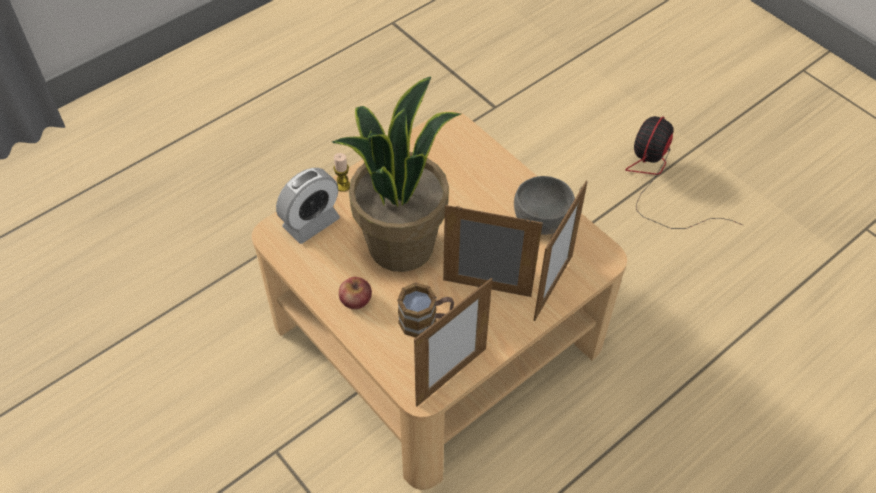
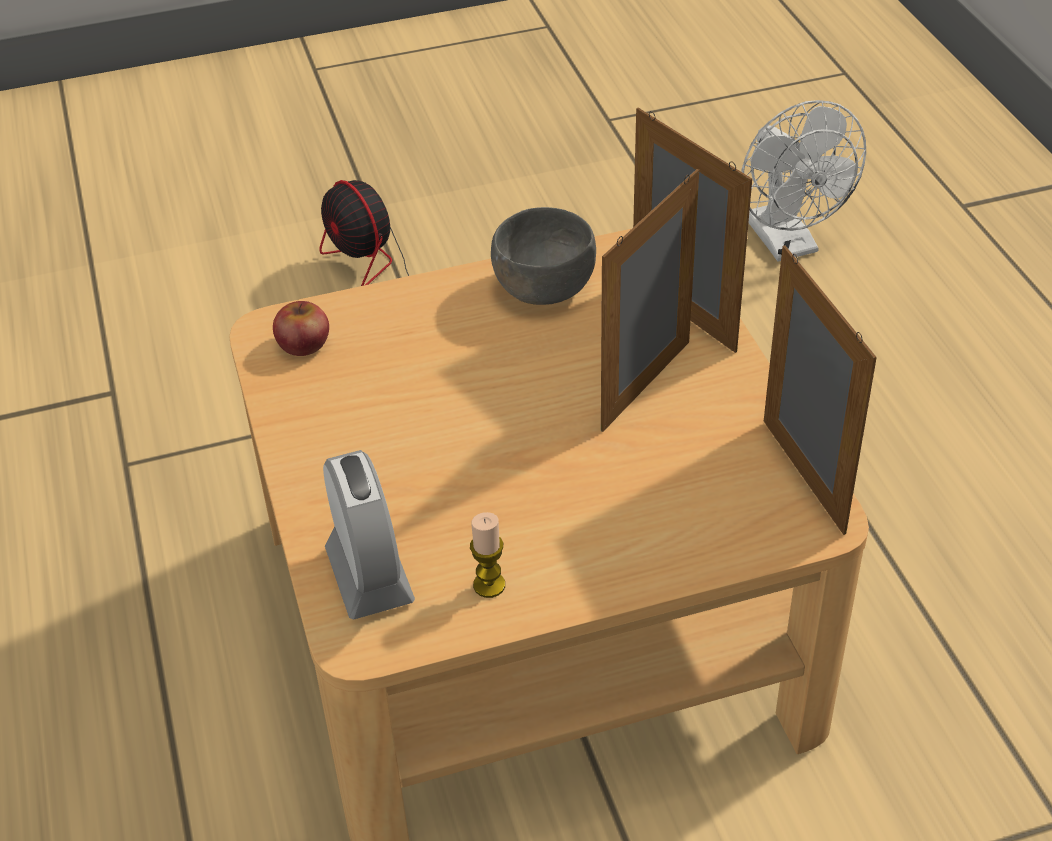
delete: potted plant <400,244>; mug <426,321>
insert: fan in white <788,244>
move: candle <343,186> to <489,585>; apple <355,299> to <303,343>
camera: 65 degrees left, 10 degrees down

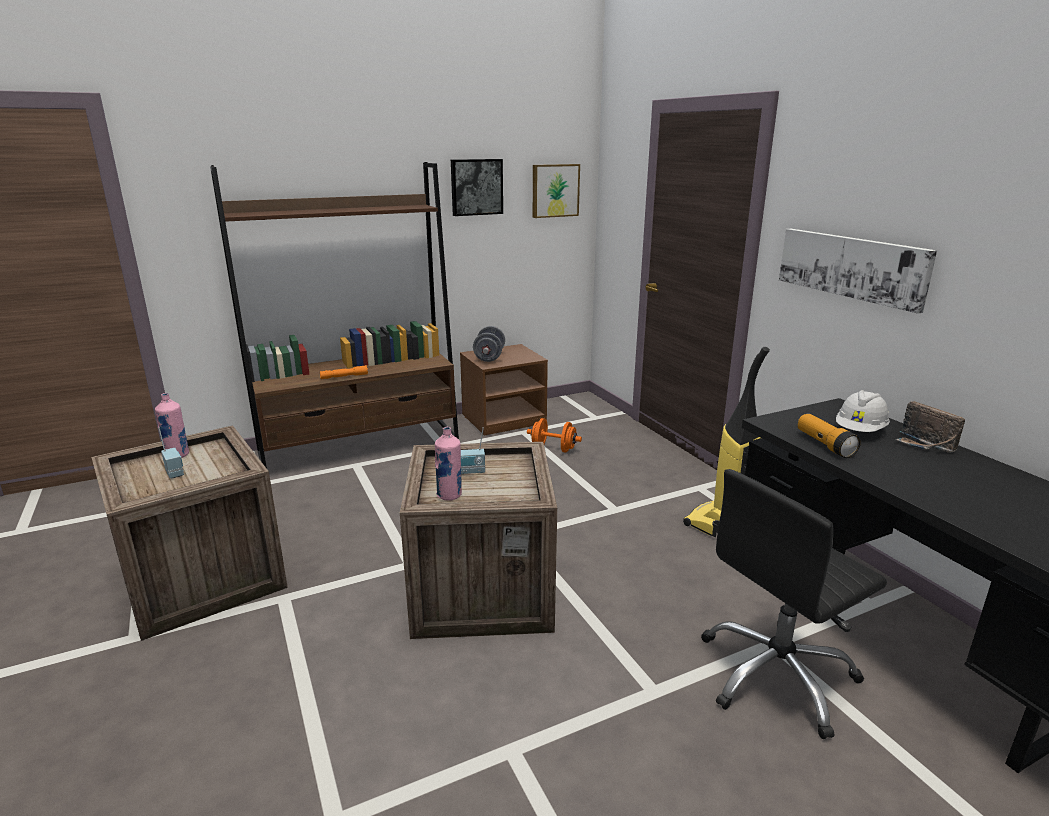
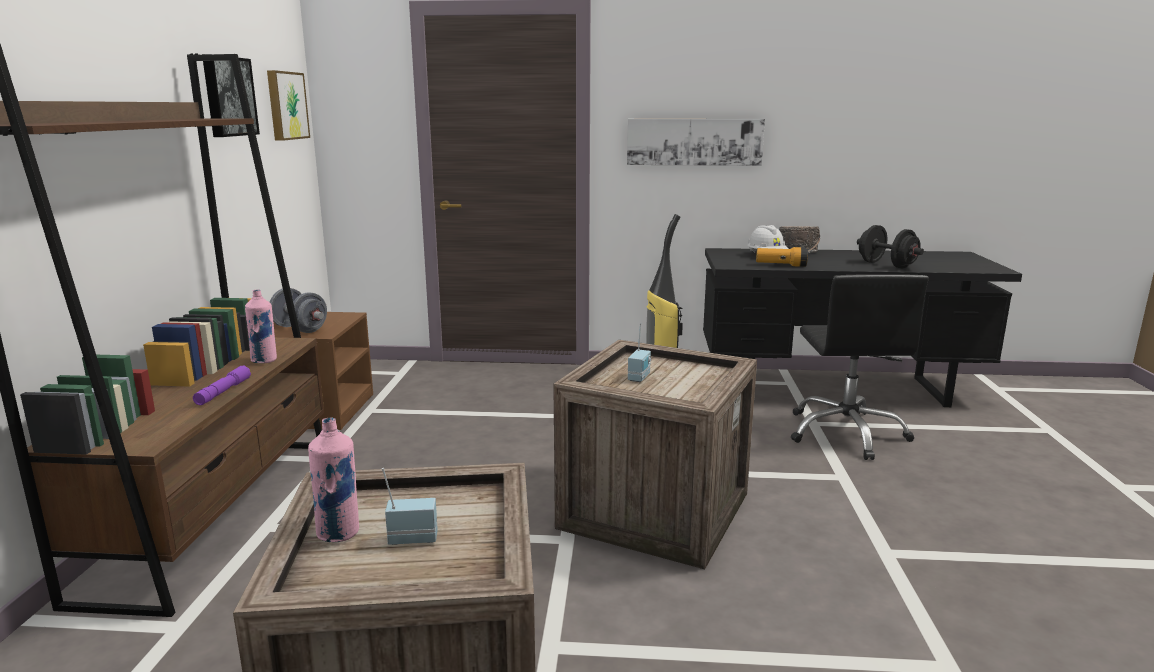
delete: dumbbell in orange <553,448>
insert: dumbbell in black <886,265>
move: bottle in pink <449,495> to <264,360>
recolor: flashlight in orange <344,376> to flashlight in purple <223,392>
camera: 60 degrees left, 5 degrees down

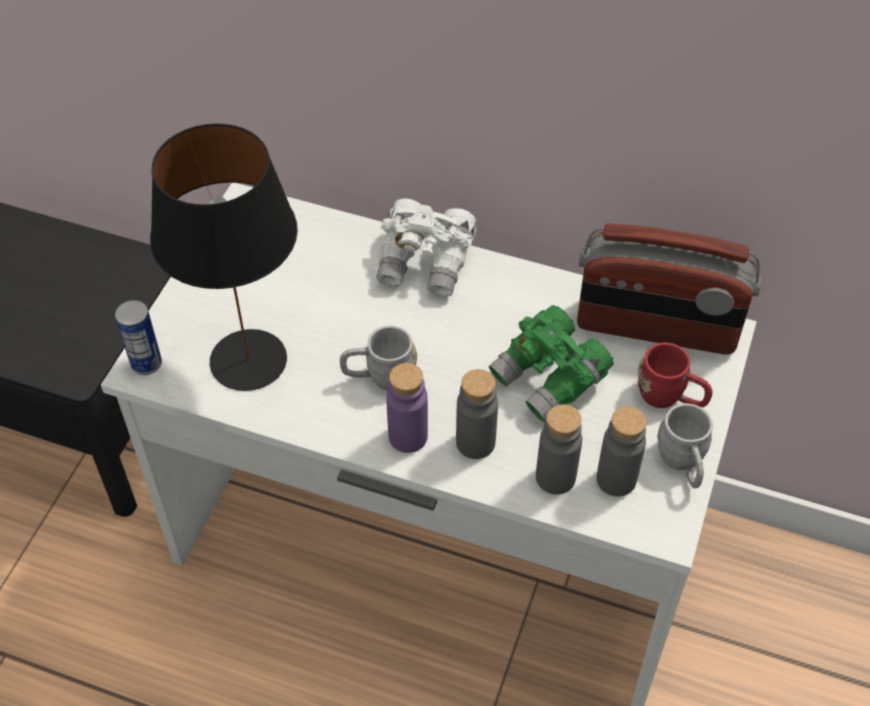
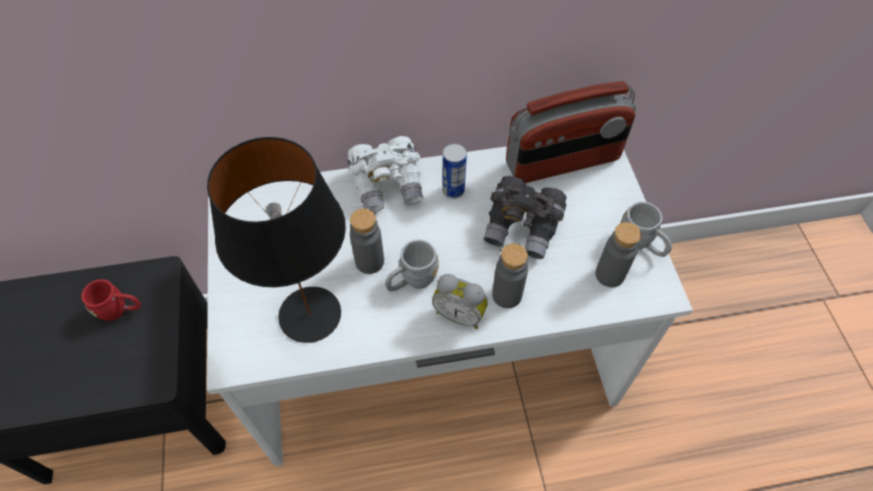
move: can <146,364> to <453,190>; bottle in grey <555,477> to <369,261>; mug in red <670,398> to <120,310>
replace: bottle in purple <408,436> to alarm clock <460,314>
recolor: binoculars in green <550,379> to binoculars in grey <523,227>
camera: 30 degrees left, 5 degrees up

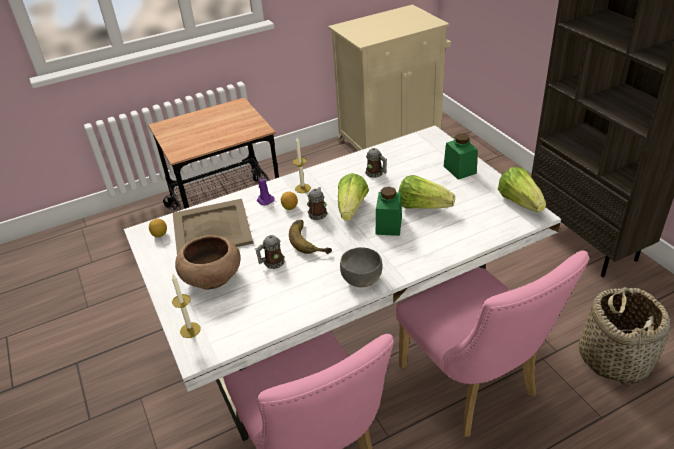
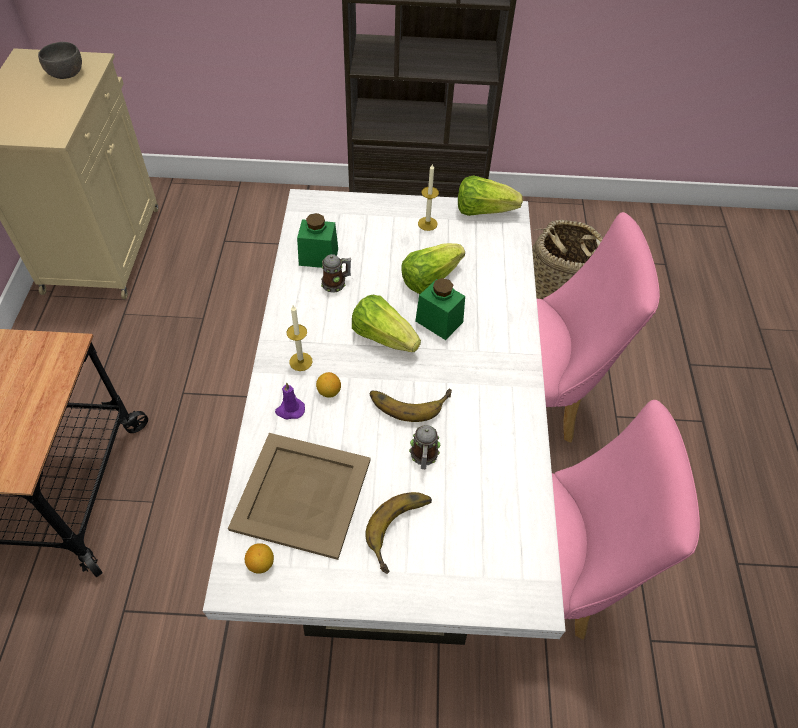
delete: mug <318,213>
move: candle <190,330> to <427,223>; bowl in grey <361,278> to <65,73>; jar in green <459,169> to <318,257>
replace: bowl in brown <212,277> to banana <404,532>
camera: 65 degrees left, 15 degrees up

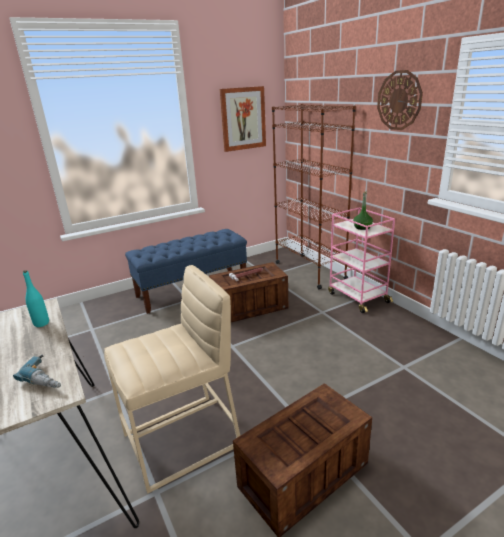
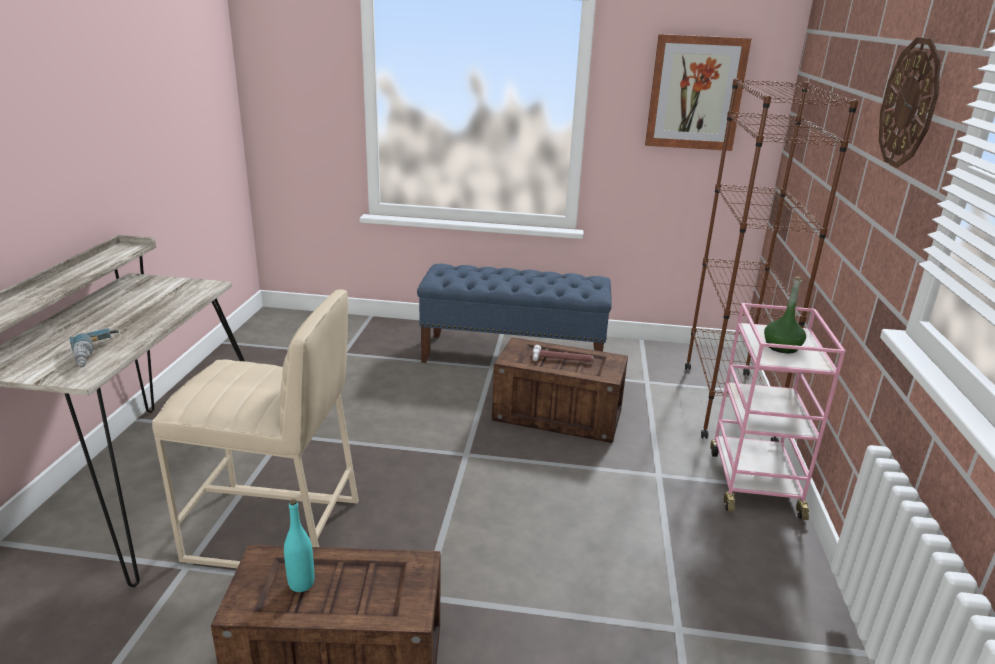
move: bottle in turquoise <41,323> to <301,583>
camera: 35 degrees right, 0 degrees up

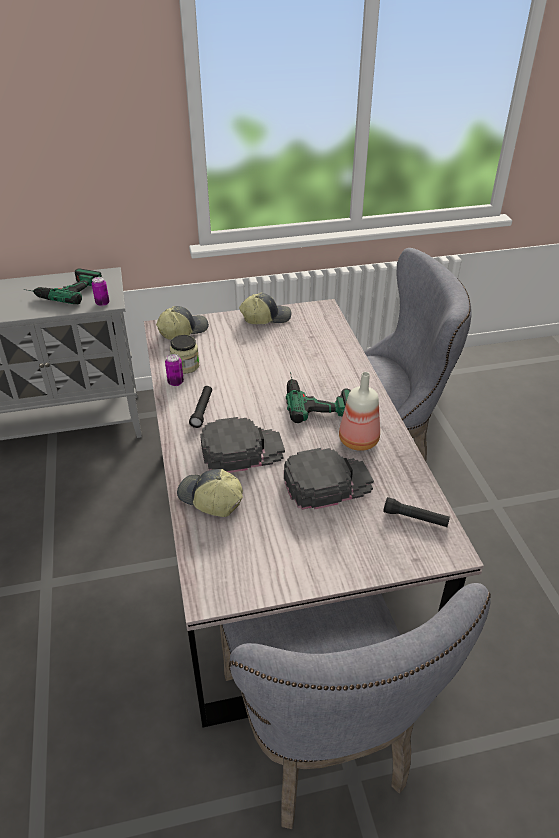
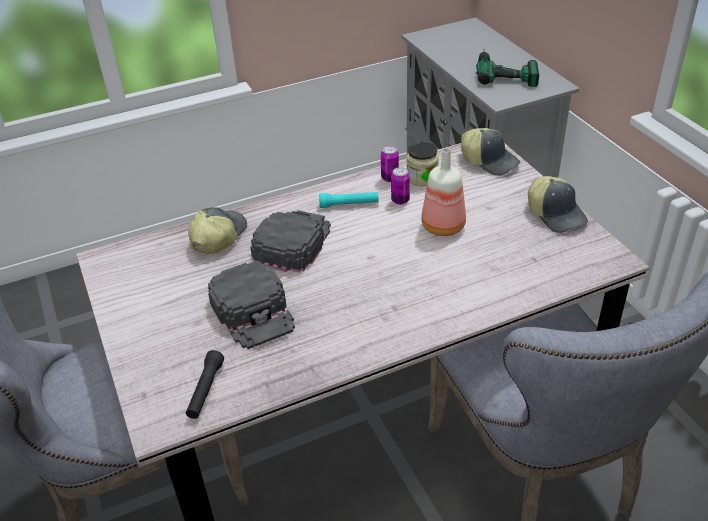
delete: power drill <317,399>
move: can <102,303> to <400,200>; bottle <357,440> to <443,226>
recolor: flashlight in black <202,410> to flashlight in turquoise <349,204>
rotate: cap in black <242,450> = <292,242> 135 degrees counterclockwise
camera: 80 degrees right, 0 degrees up

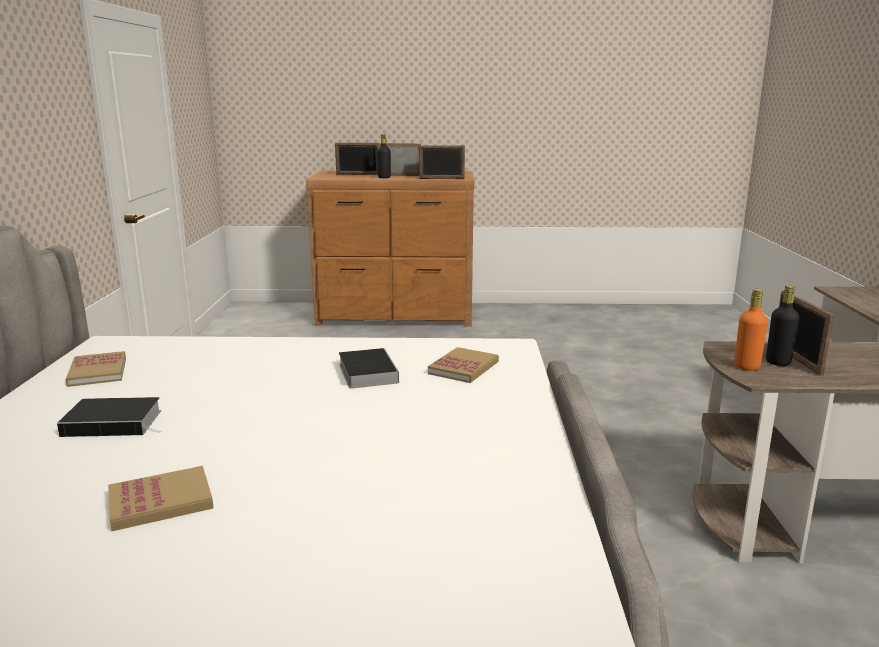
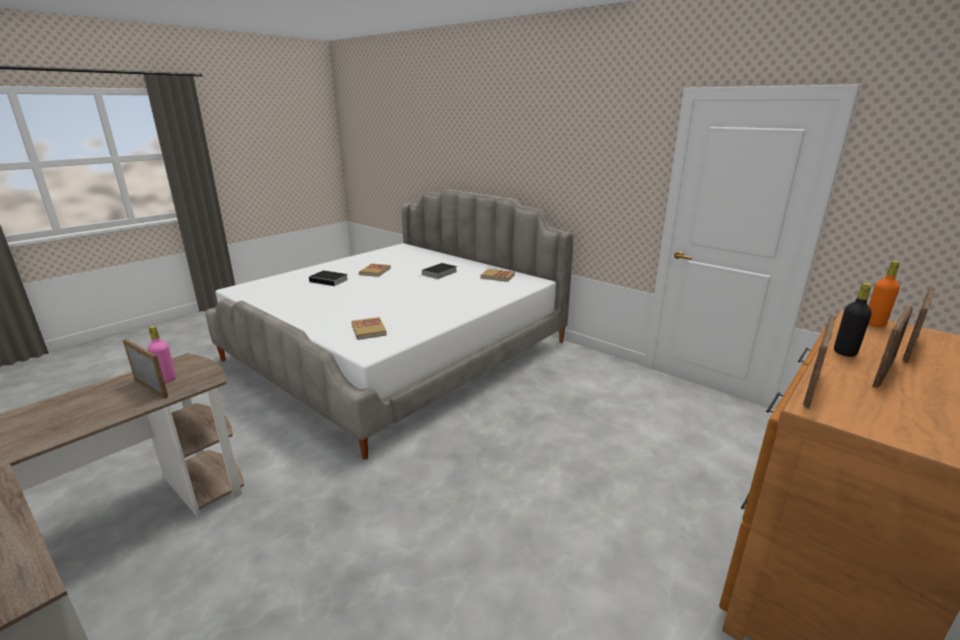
move: book <367,372> to <330,280>; bottle in orange <746,367> to <874,324>
recolor: bottle in black <778,362> to bottle in pink <166,379>
camera: 130 degrees right, 5 degrees up

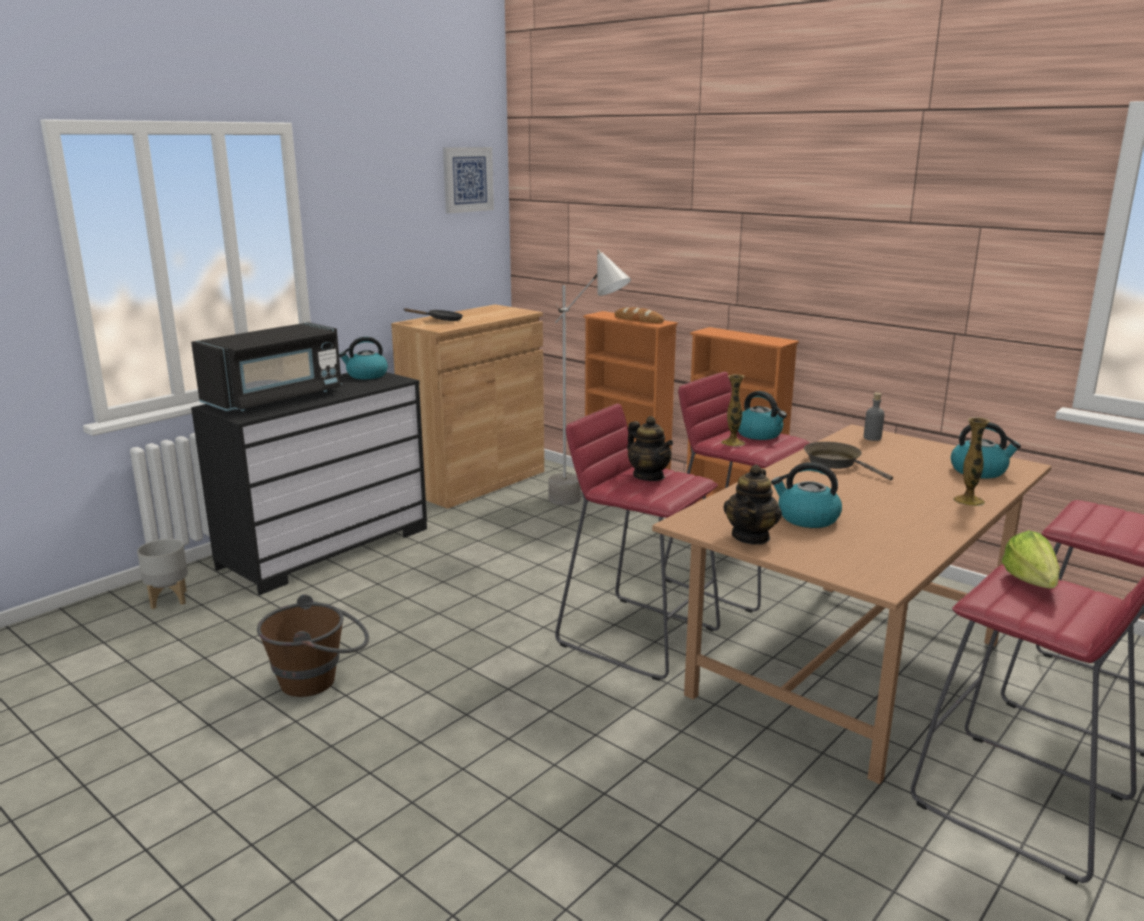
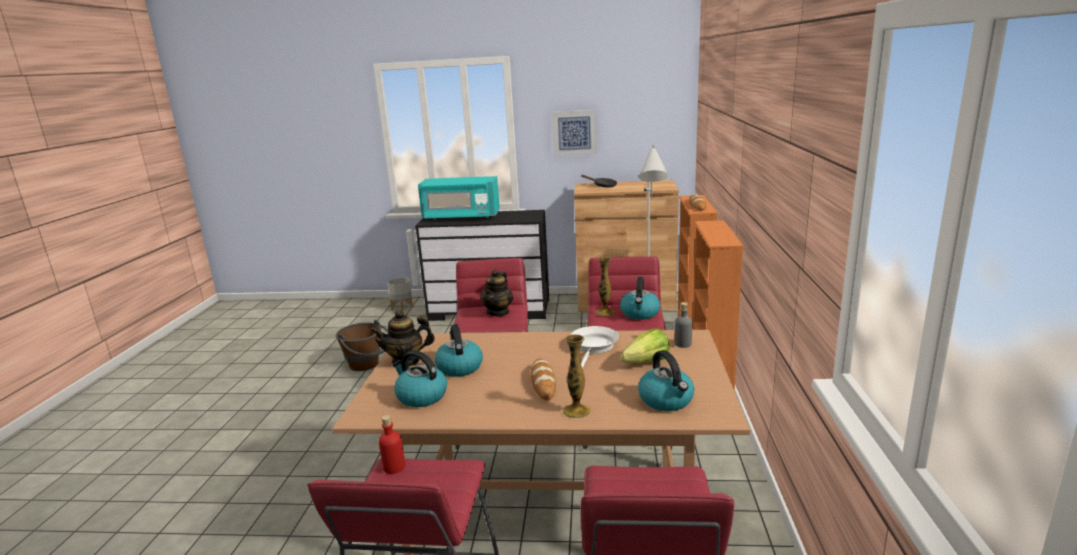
insert: bottle in red <394,467>; bread <543,382>
move: kettle <366,375> to <421,396>; picture <467,179> to <574,132>; lettuce <1031,586> to <642,364>
recolor: microwave in black <275,399> to microwave in turquoise <461,217>; frying pan in brown <836,463> to frying pan in white <593,348>
camera: 55 degrees right, 0 degrees up

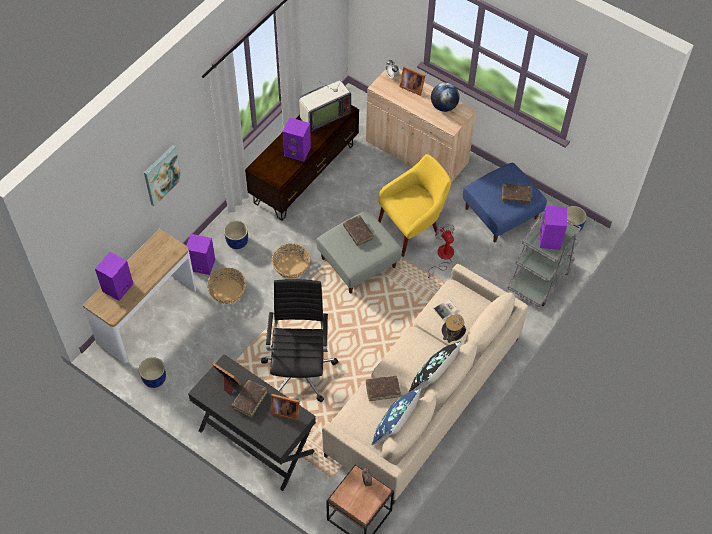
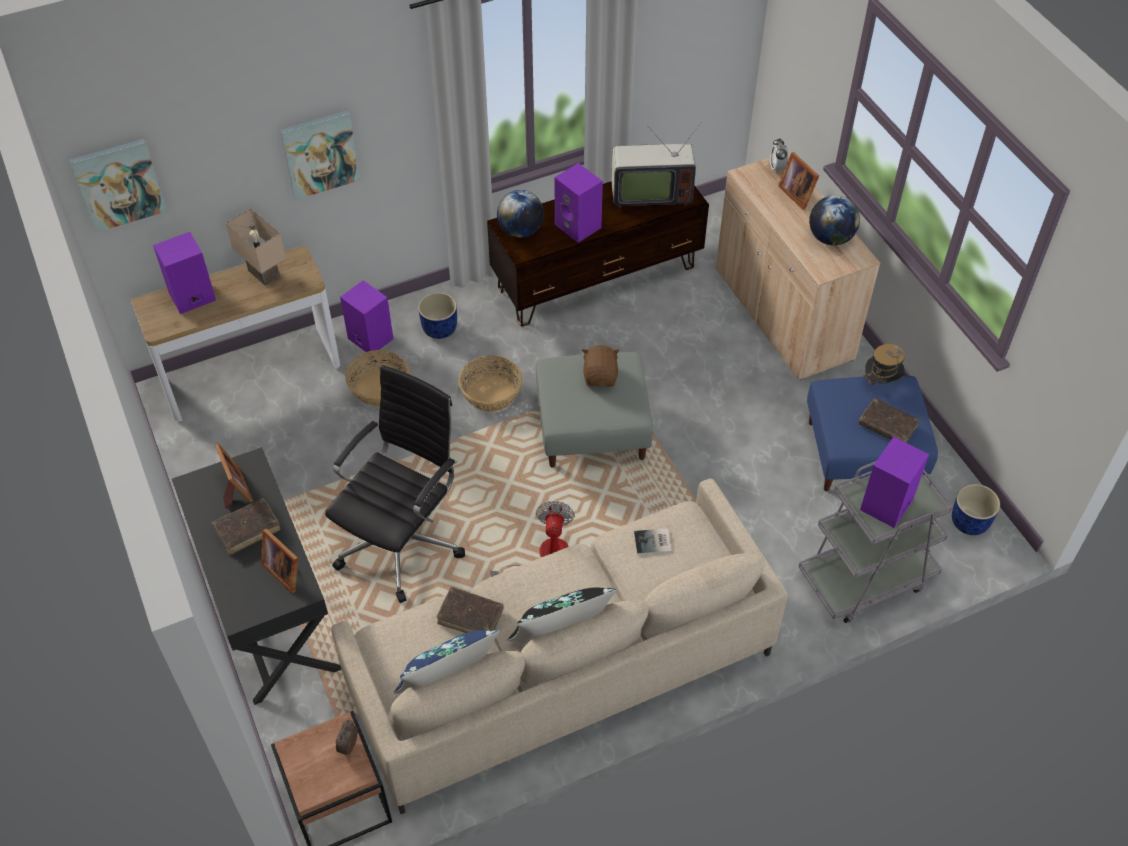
delete: planter in blue <155,379>; armchair in yellow <412,228>
insert: picture <118,184>; table lamp in beige <265,273>; globe <521,231>
move: fan <442,257> to <544,557>; hat <452,336> to <881,383>
replace: book in brown <358,232> to plush toy in brown <600,376>
camera: 30 degrees right, 5 degrees down

